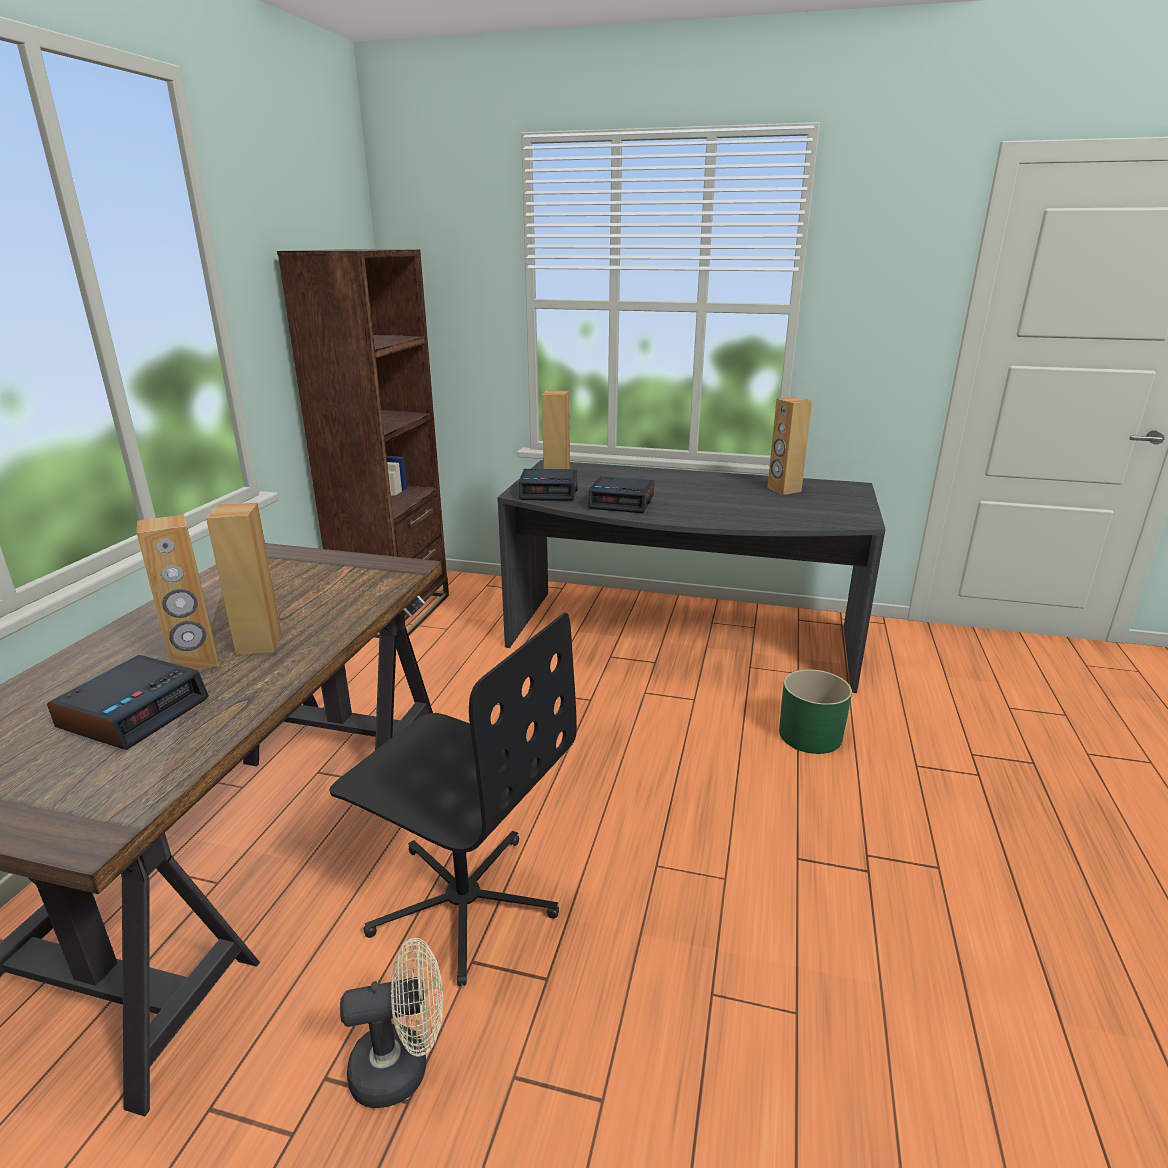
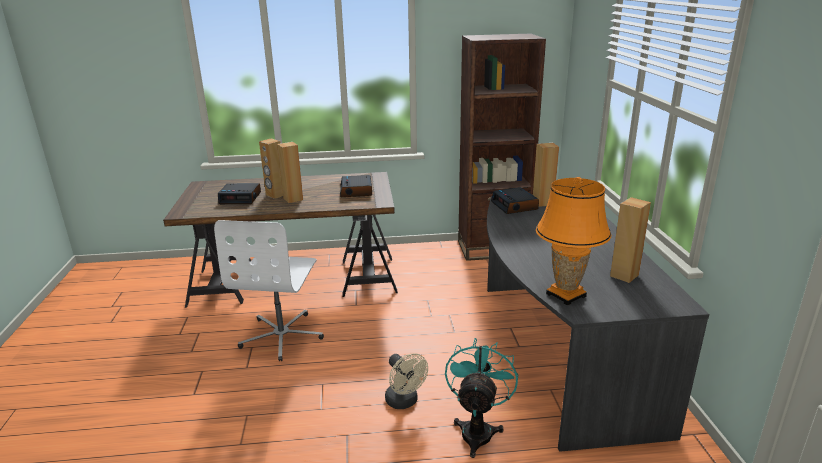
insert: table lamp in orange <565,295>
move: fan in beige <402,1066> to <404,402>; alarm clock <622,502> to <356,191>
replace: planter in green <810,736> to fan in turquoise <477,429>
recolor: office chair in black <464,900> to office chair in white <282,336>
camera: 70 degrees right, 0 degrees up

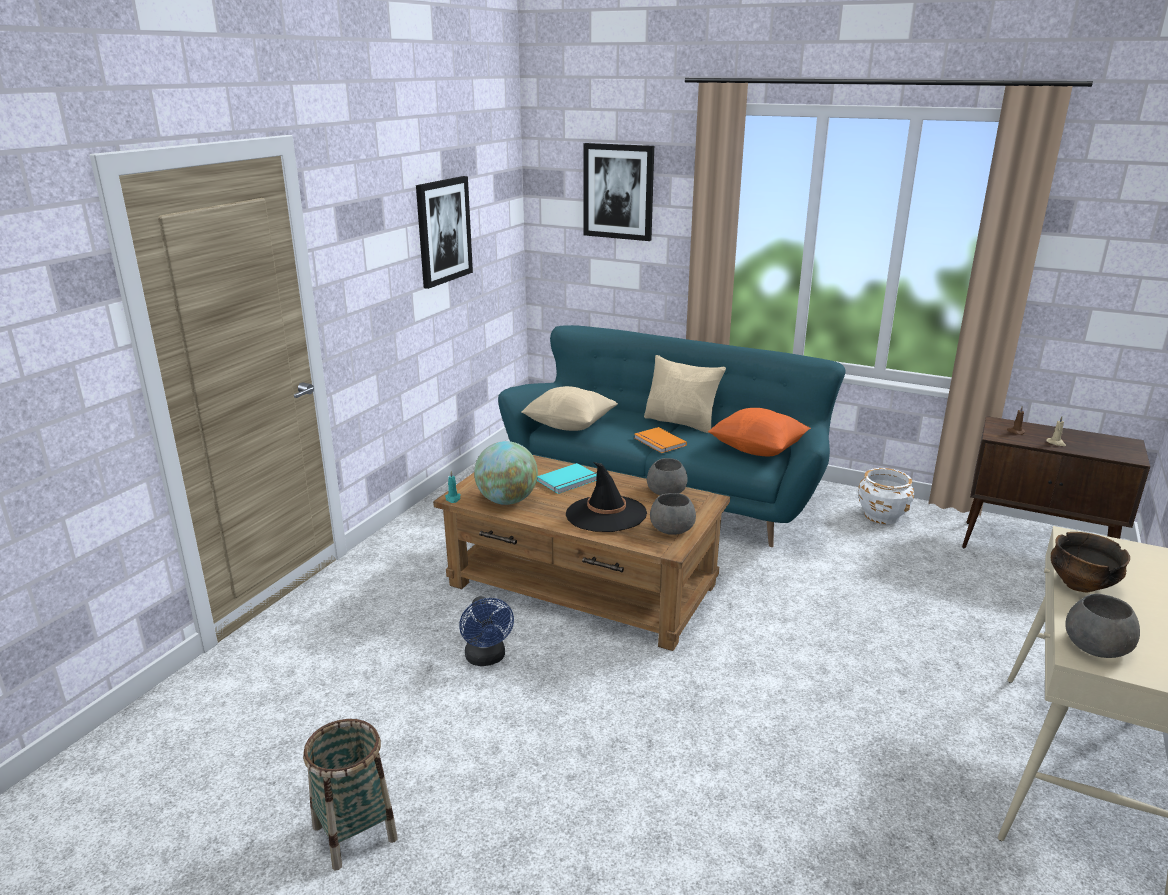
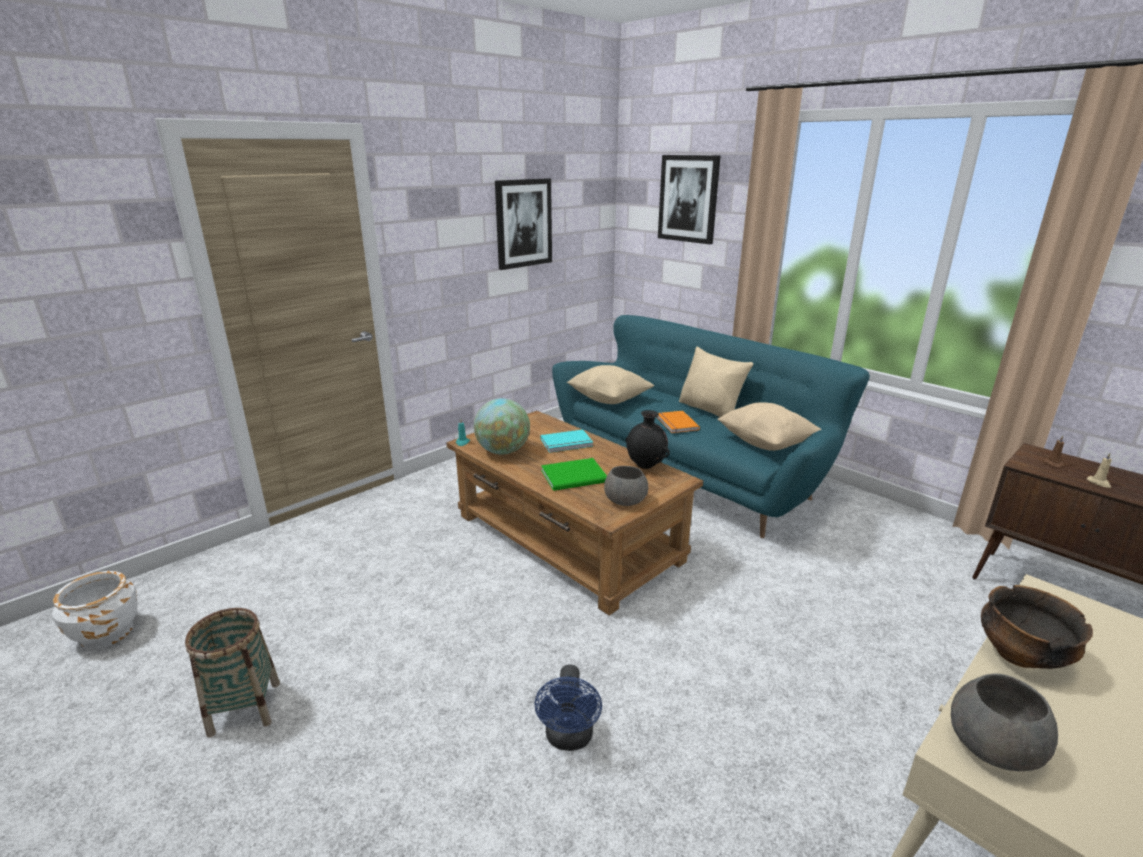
move: fan in blue <487,659> to <569,739>; planter in white <882,515> to <107,633>
replace: hat in black <606,514> to book in green <576,476>; bowl in grey <666,491> to vase in black <646,466>
recolor: pillow in orange <758,450> to pillow in beige <766,443>
camera: 20 degrees right, 0 degrees up

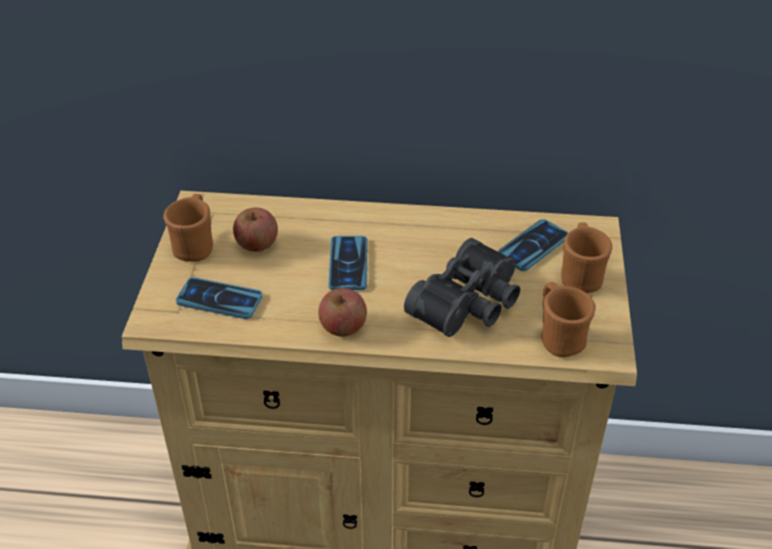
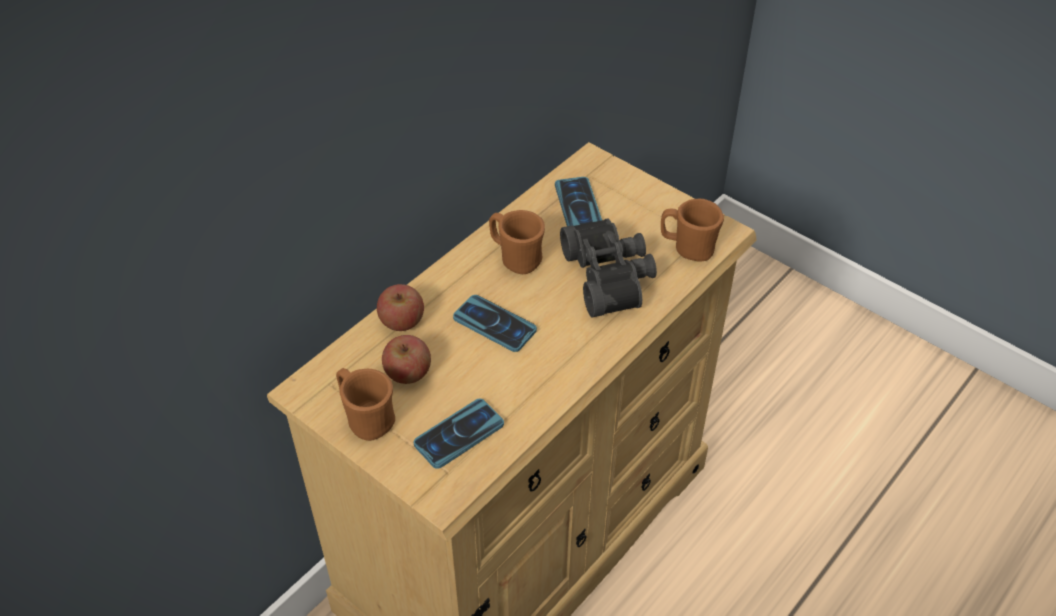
move: apple <343,327> to <402,321>; mug in brown <580,276> to <515,258>
camera: 55 degrees left, 5 degrees up

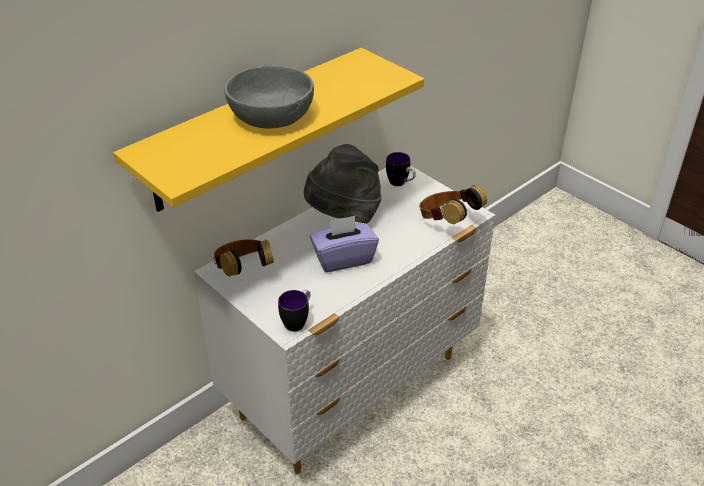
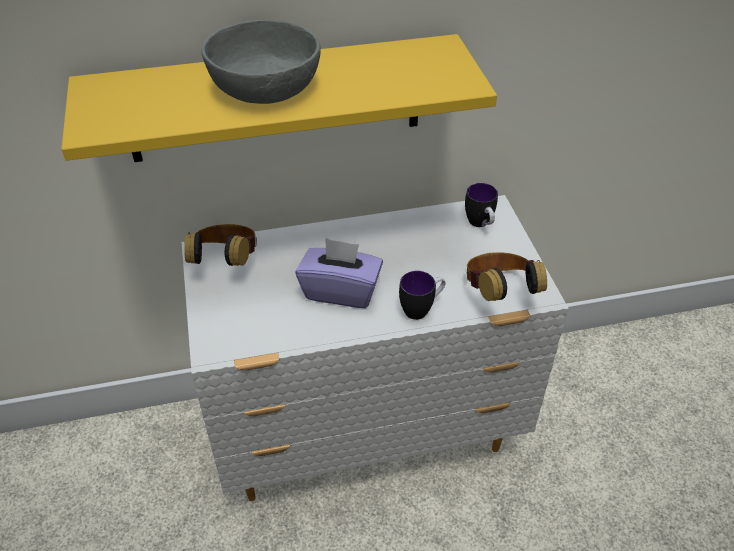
delete: hat in grey <343,216>
move: mug <298,321> to <421,309>
camera: 30 degrees right, 5 degrees up

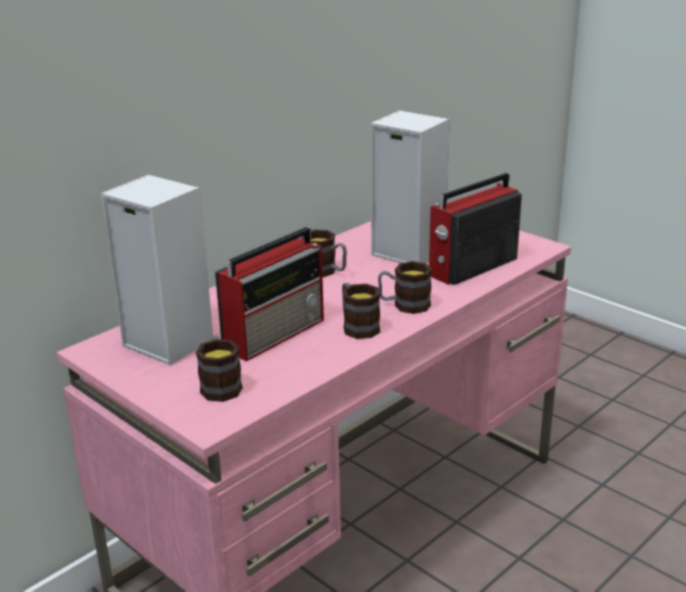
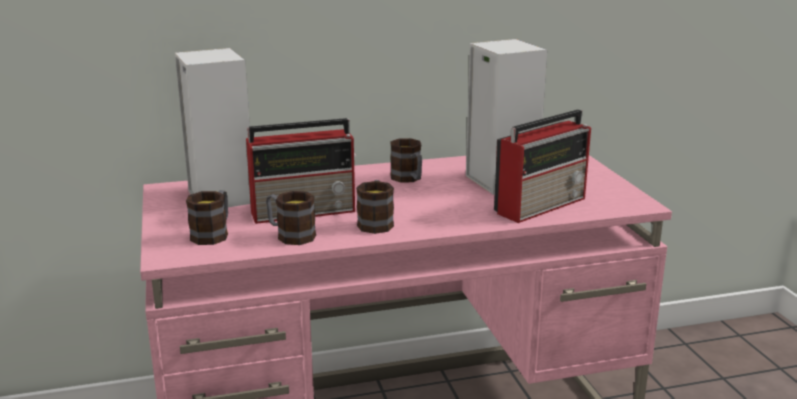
move: mug <404,305> to <290,235>
rotate: radio <471,267> = <542,205> 150 degrees clockwise
camera: 30 degrees right, 5 degrees down

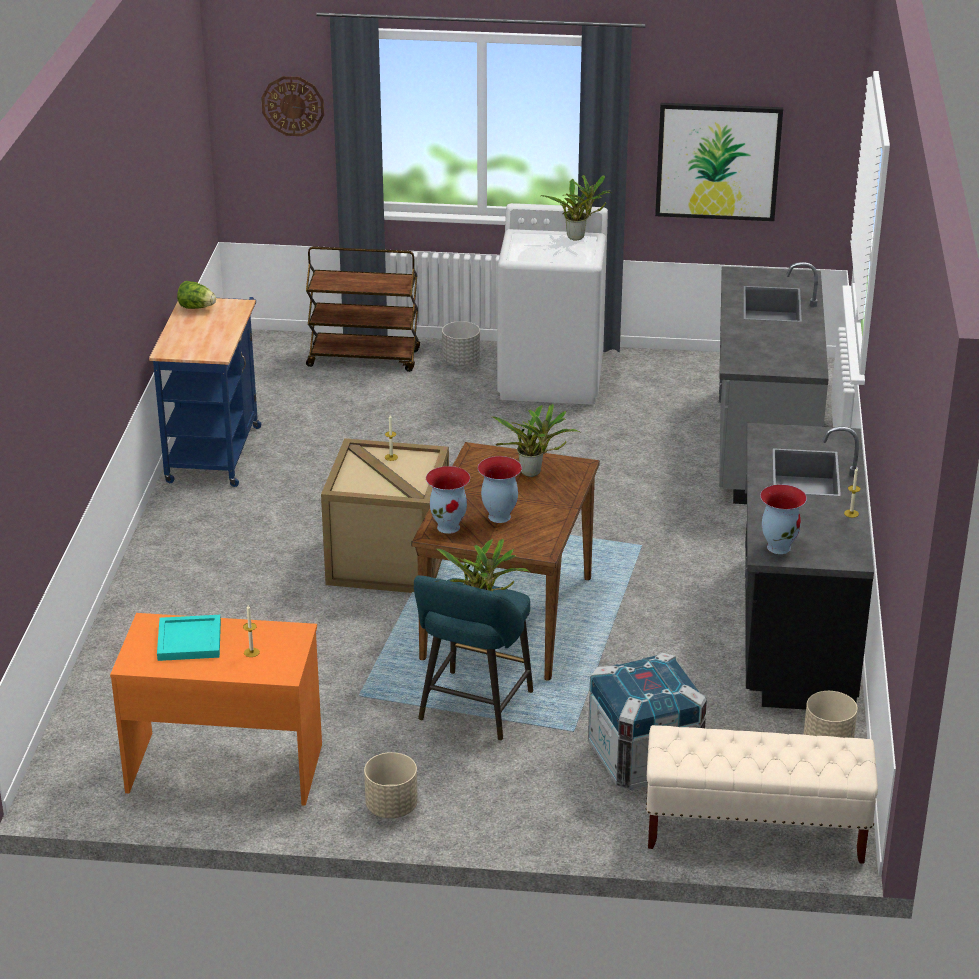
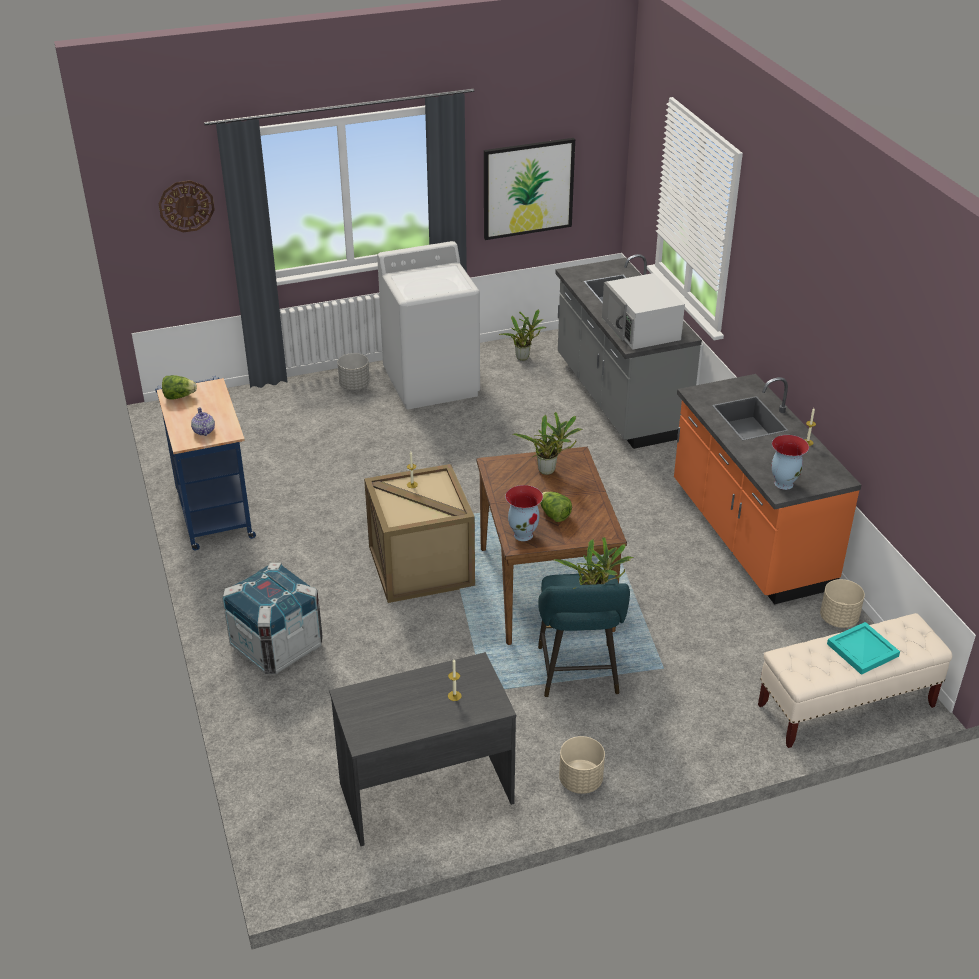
delete: cart in brown <364,358>
insert: teapot <203,431>; microwave in white <641,328>
move: tray in turquoise <190,641> to <863,650>; potted plant <578,237> to <524,357>; crate <644,759> to <277,646>
replace: vase <499,517> to lettuce <554,515>
recolor: desk in orange <224,766> to desk in grey <425,792>; counter in black <793,630> to counter in orange <749,537>
camera: 25 degrees left, 5 degrees up

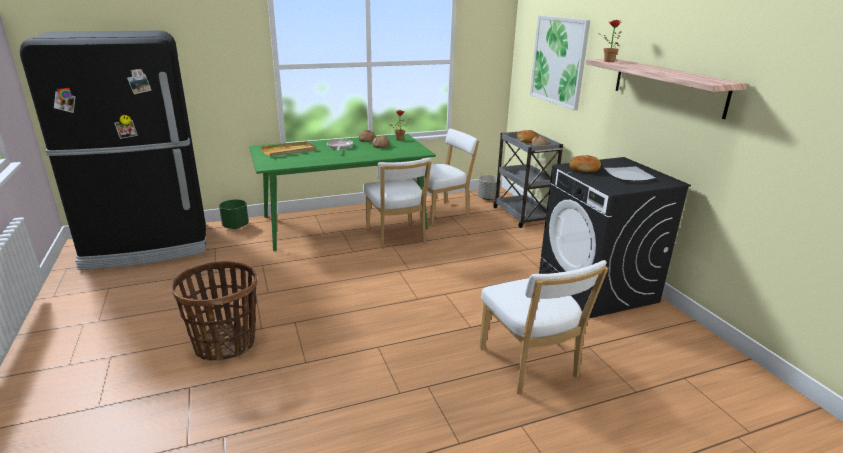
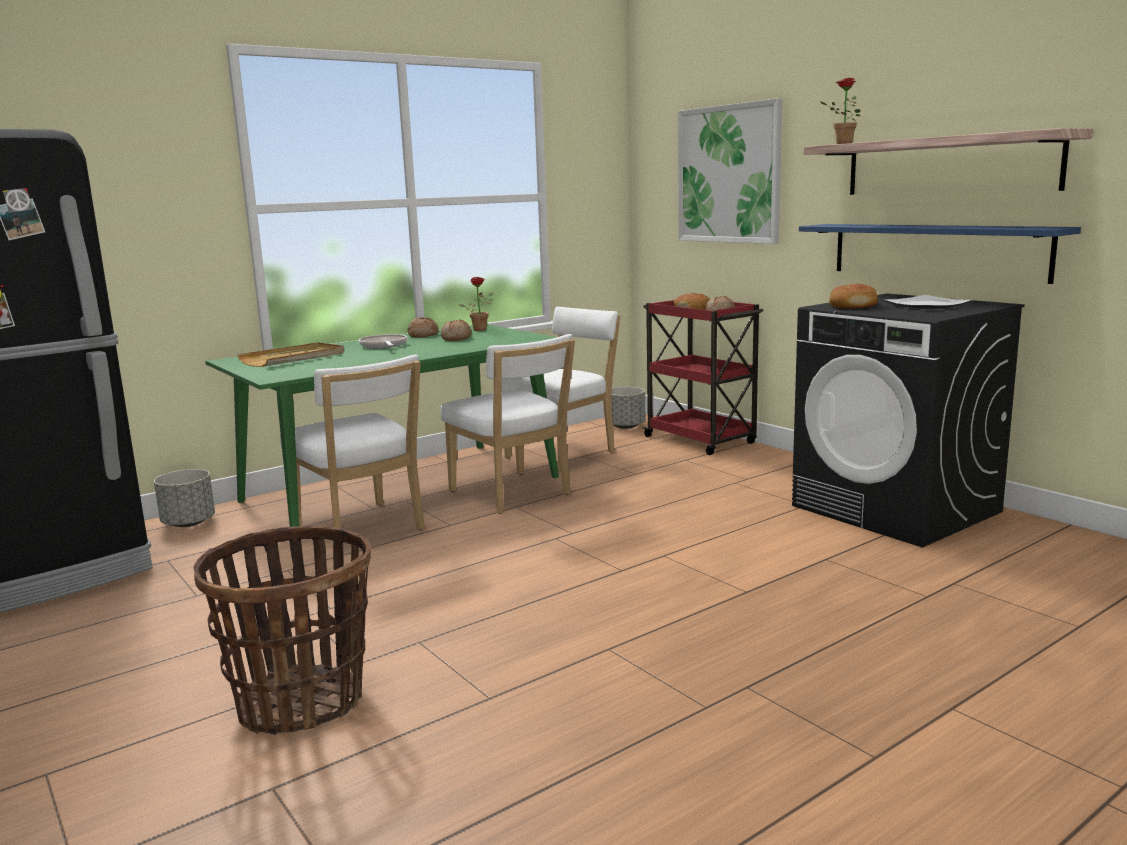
insert: shelf in blue <936,251>
move: chair in white <530,365> to <362,530>
recolor: planter in green <236,226> to planter in grey <188,523>; cart in grey <522,216> to cart in red <701,440>
camera: 15 degrees left, 10 degrees down

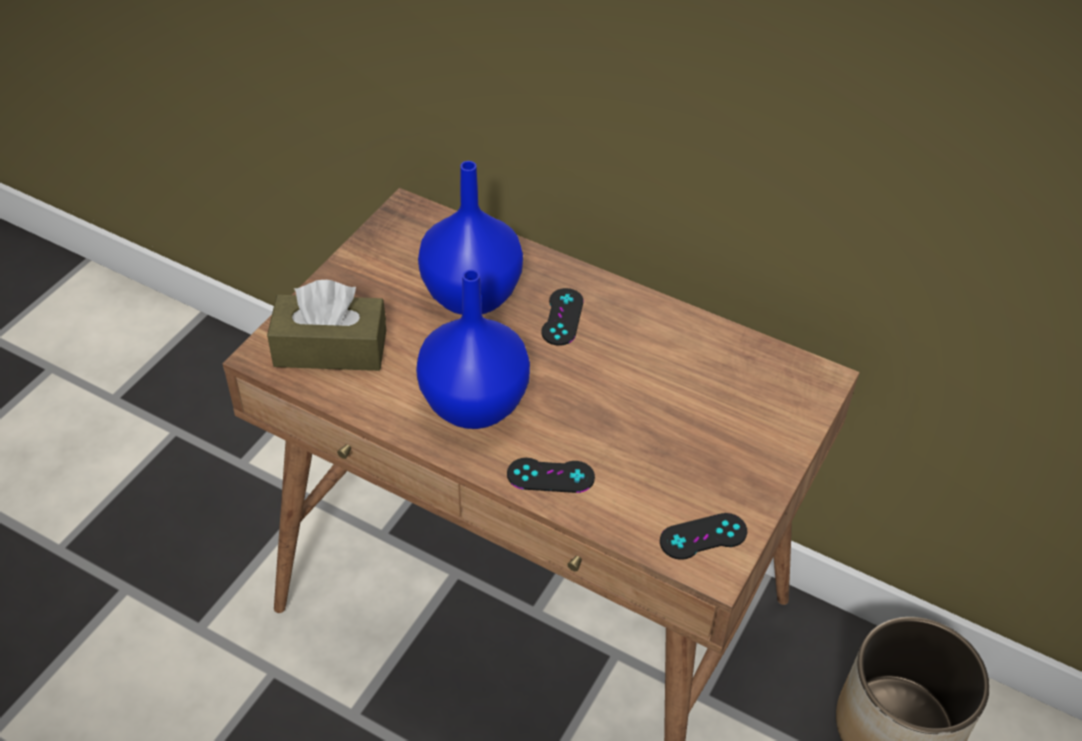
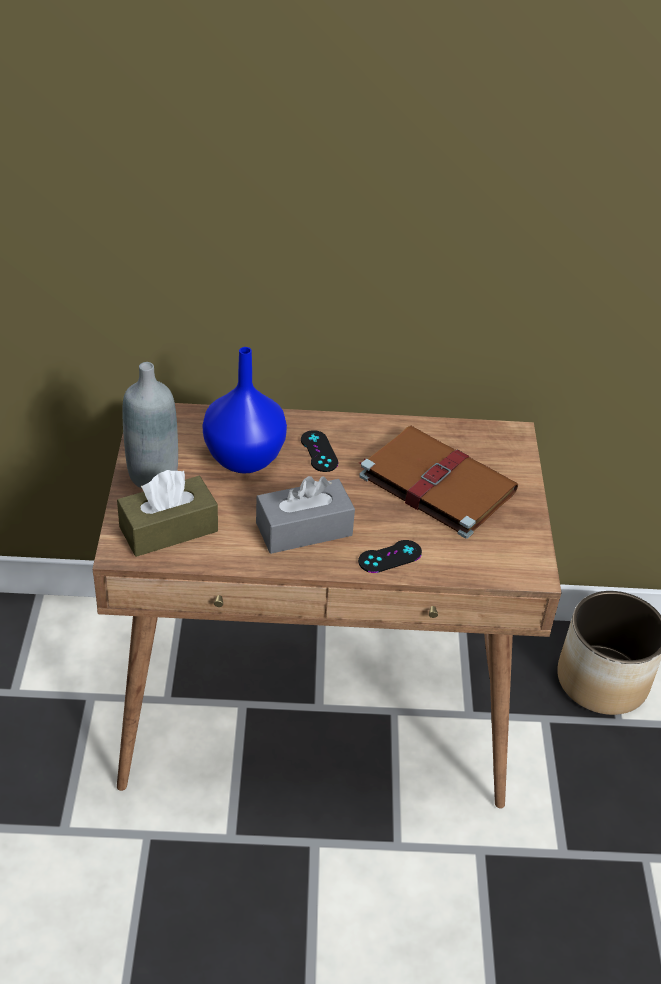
delete: game controller in black <703,536>
insert: bottle in grey <153,476>; book in brown <434,483>
replace: vase in blue <476,404> to tissue box in grey <304,529>
camera: 30 degrees left, 5 degrees down

